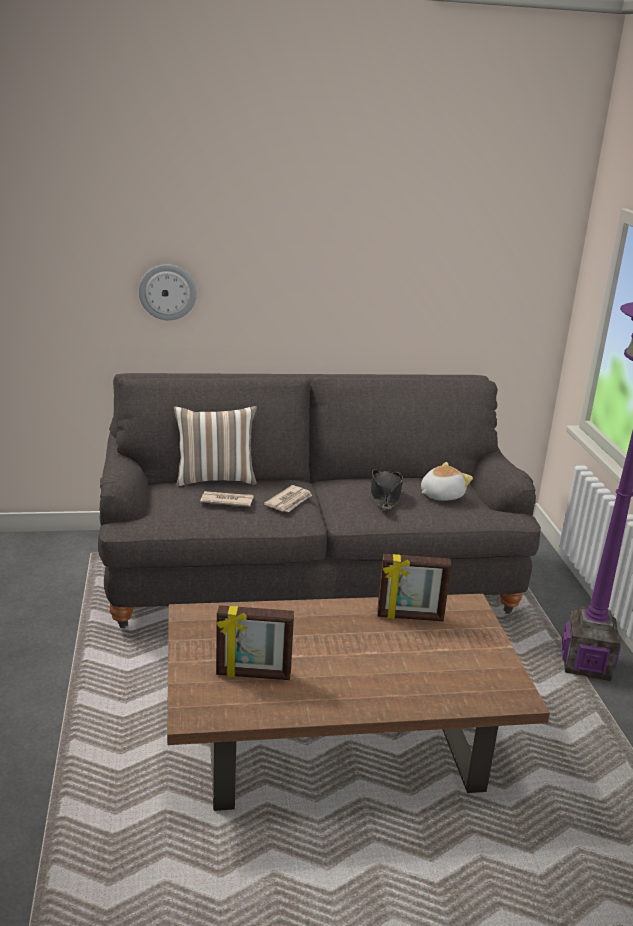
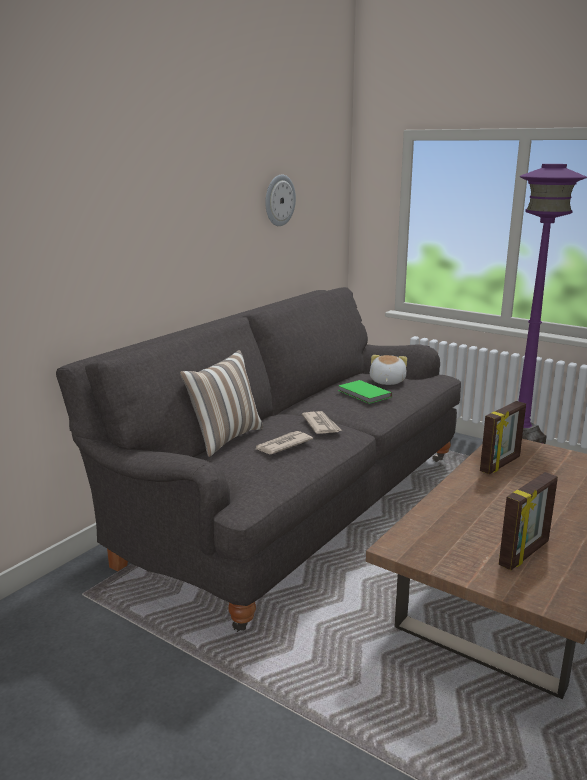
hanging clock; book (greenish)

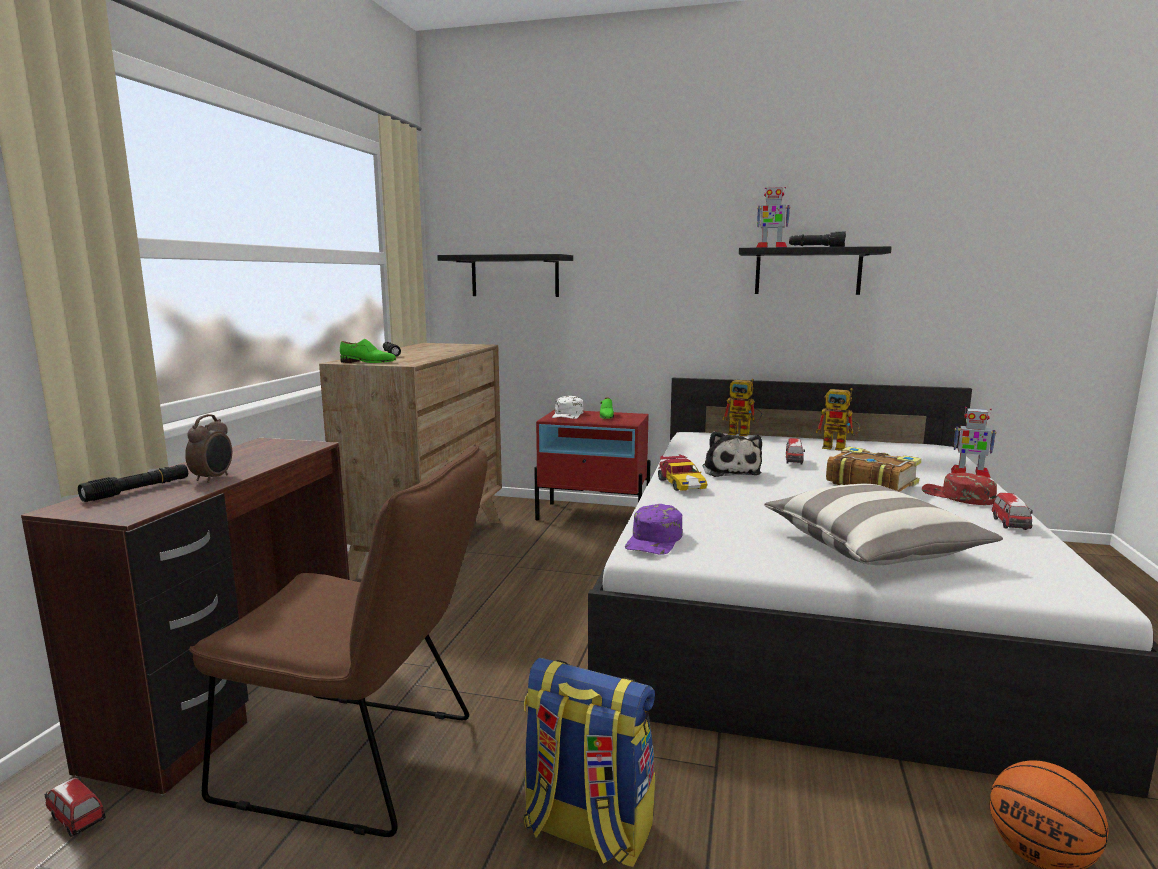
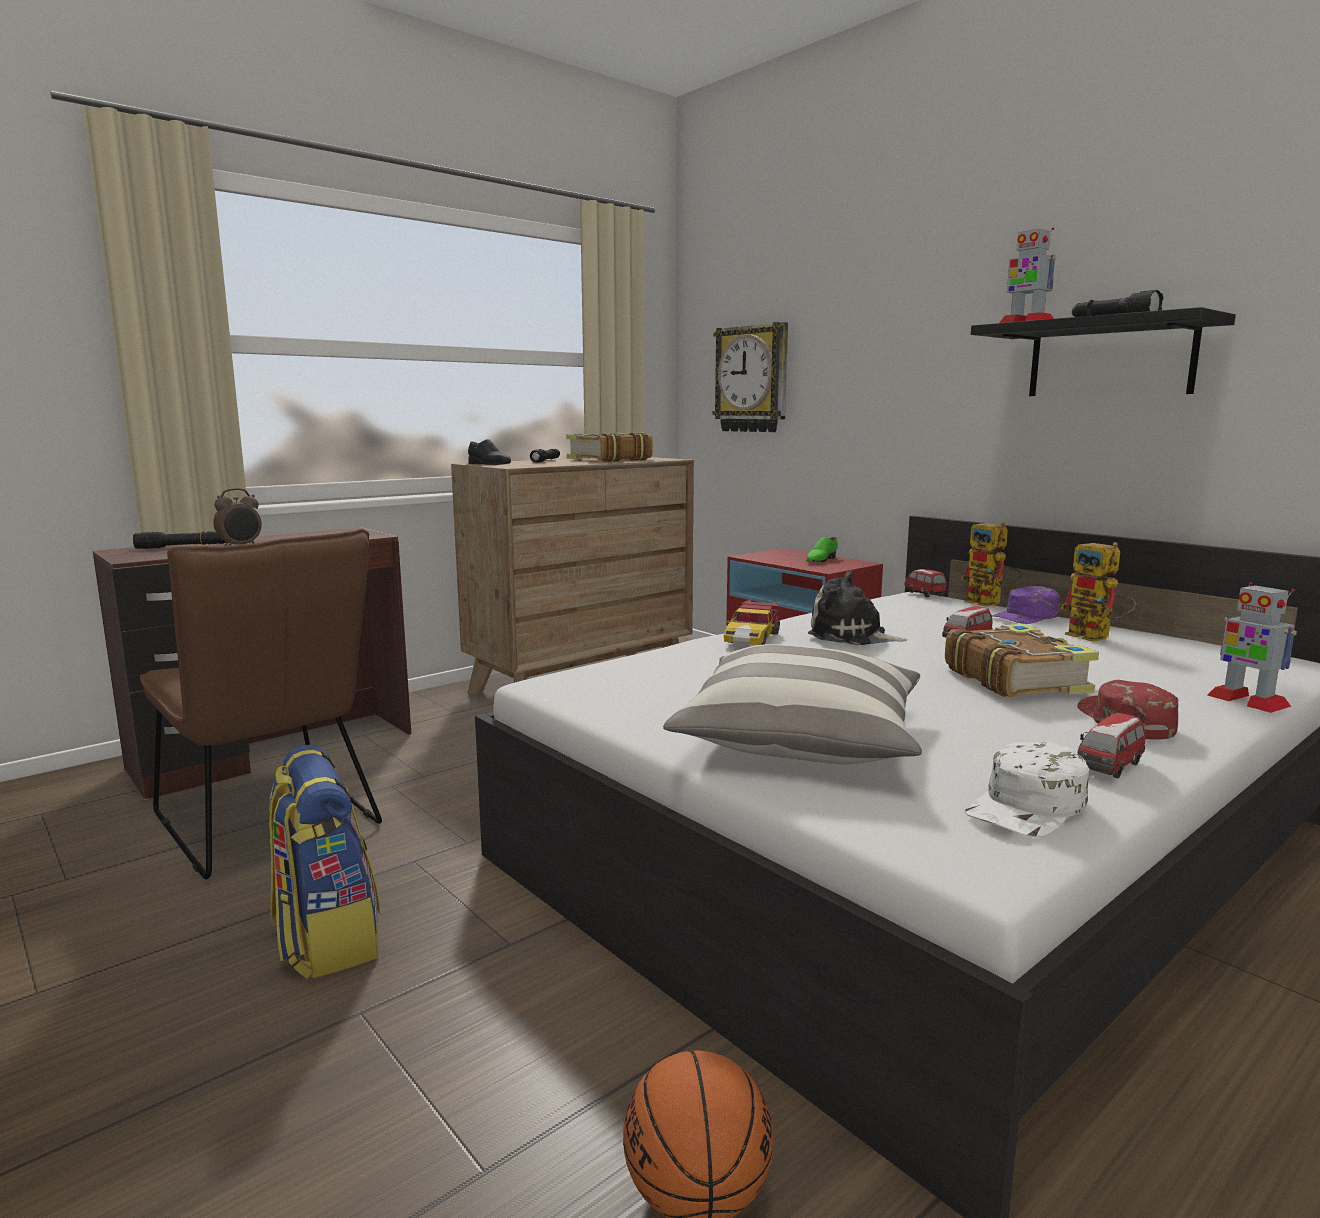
hanging clock; item of footwear (black); baseball cap (whitish); soft toy; baseball cap (purple); miniature car (2nd from left); book (1st from left)

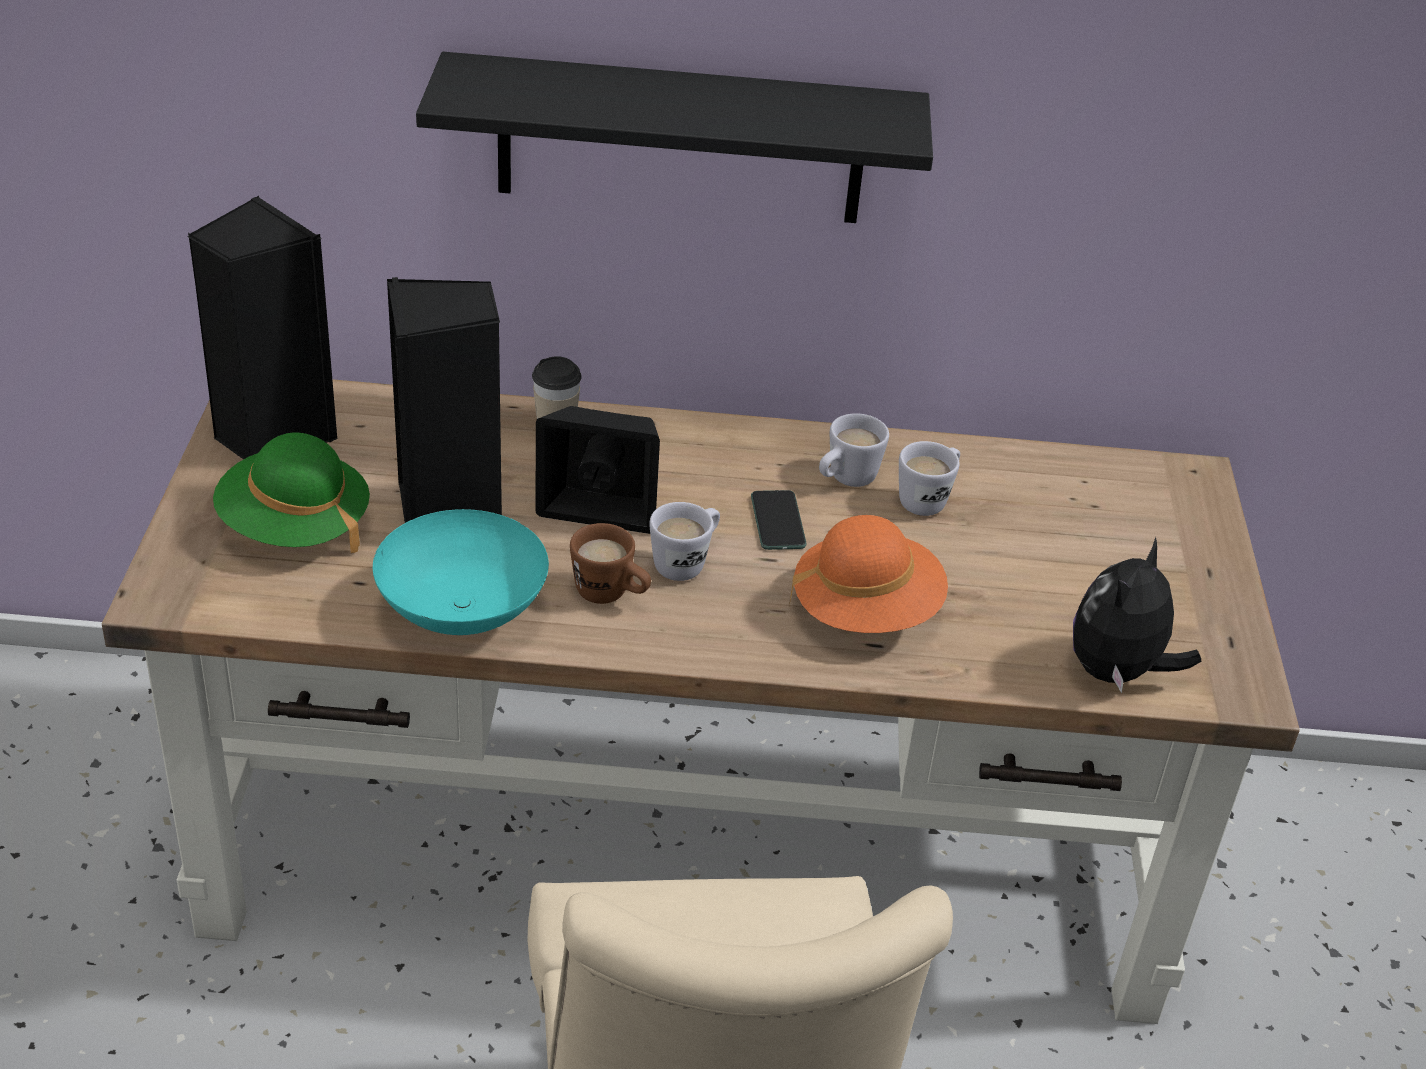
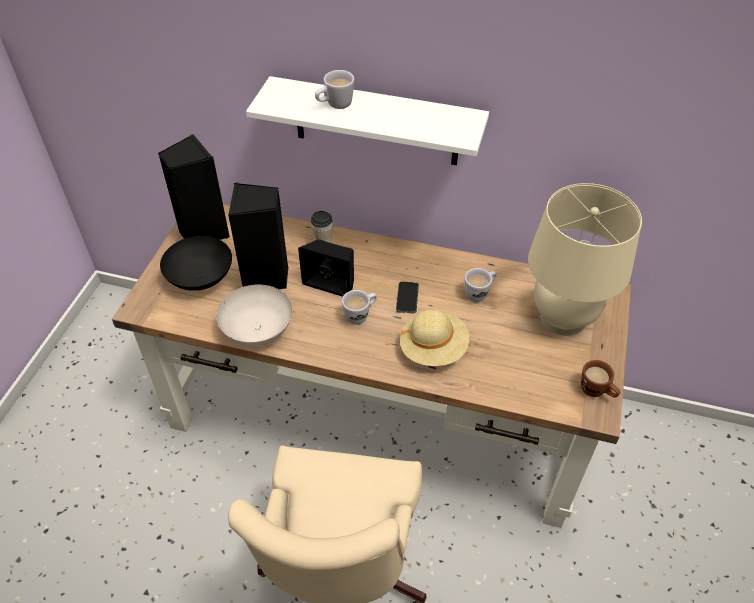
wall shelf (whitish); tea mug (whitish) (1st from left); bowl (black); bowl (whitish); wearable hat (sand-coloured); tea mug (brown); soft toy; lamp for a table (sand-coloured)

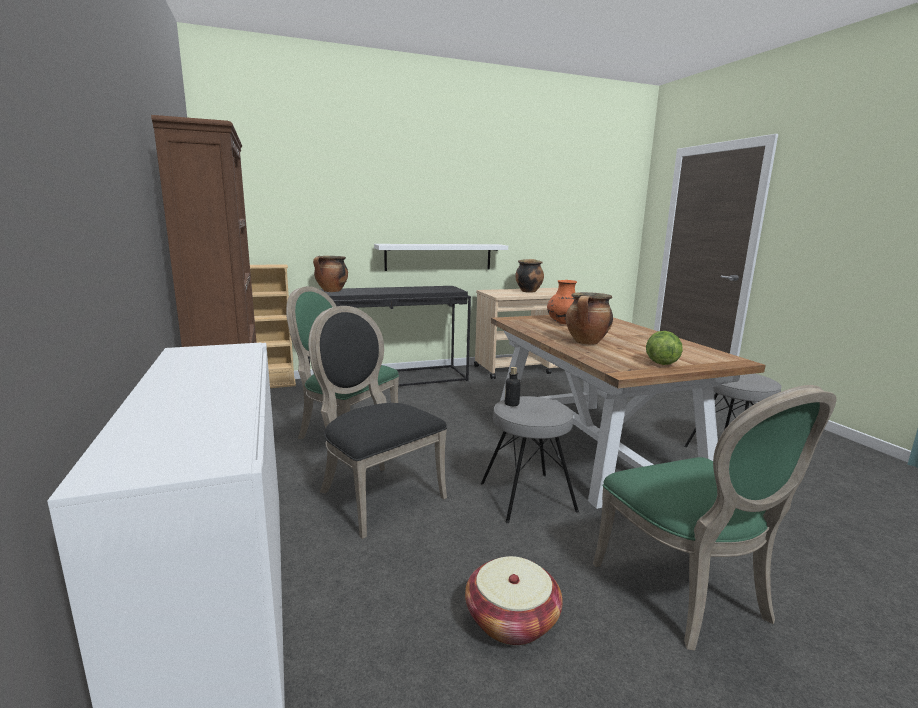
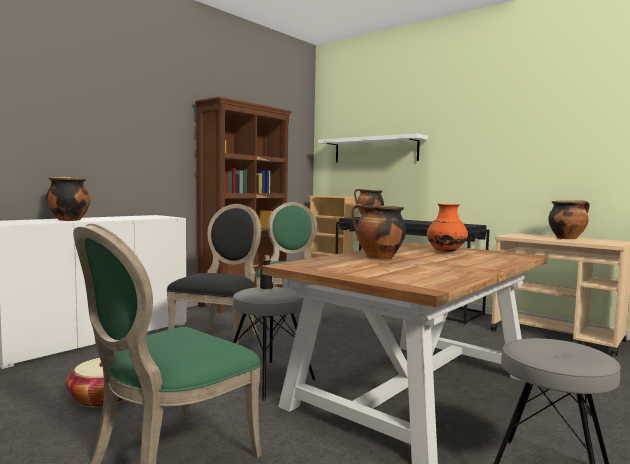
wall shelf (whitish); lettuce head; cooking pot (1st from left)

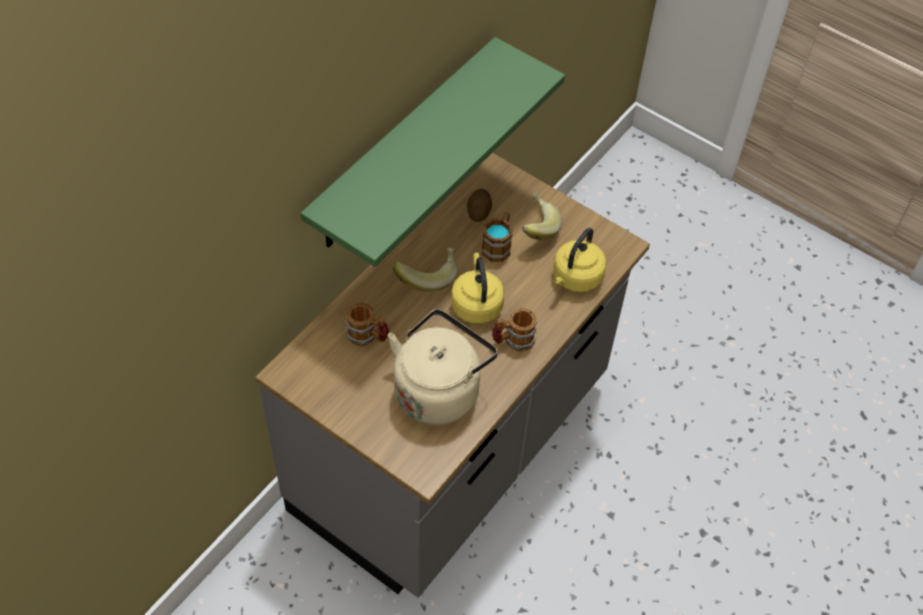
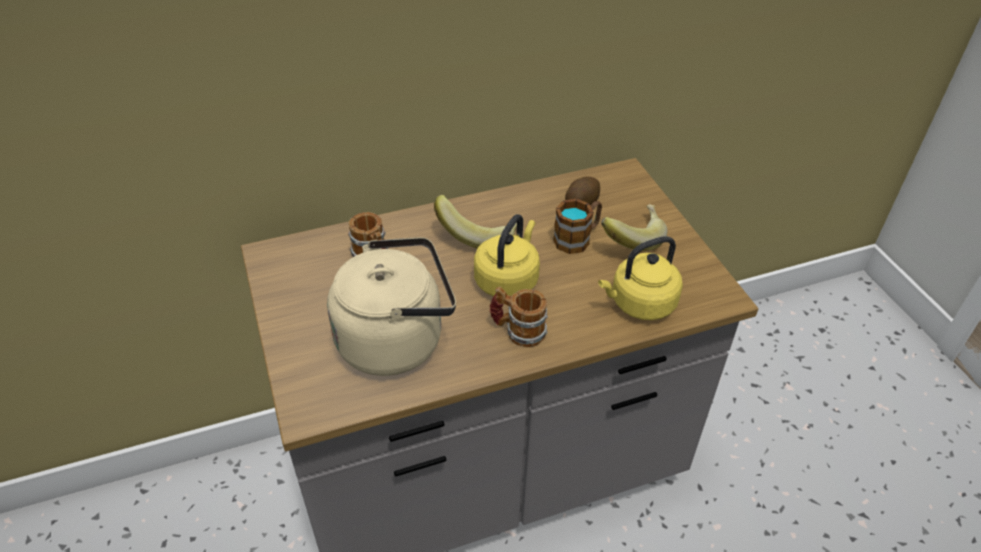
wall shelf (greenish)

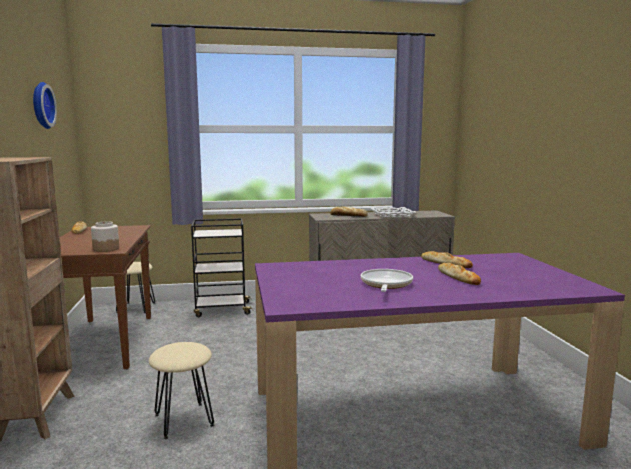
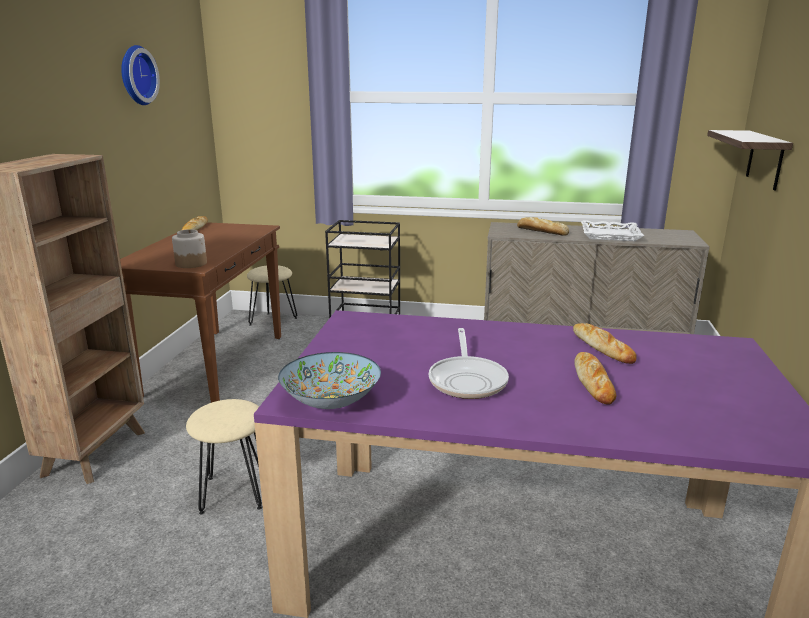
pan; wall shelf; bowl

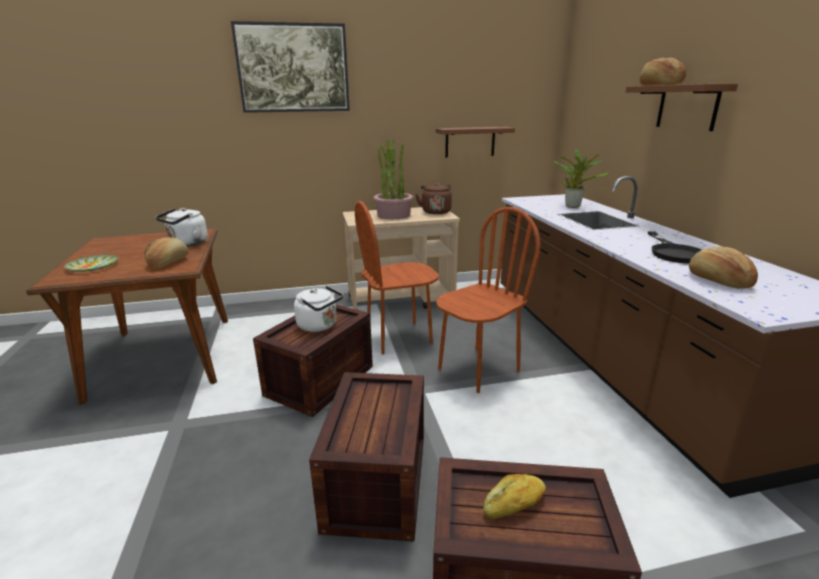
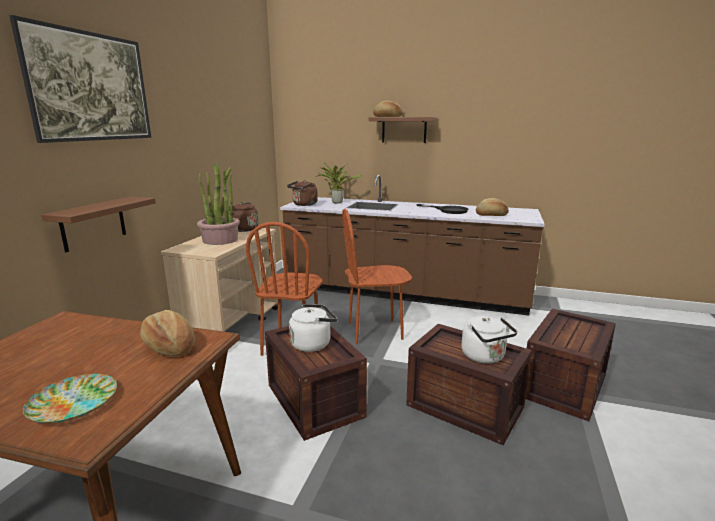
wall shelf (brown) (1st from left); upright chair (brown) (2nd from left); water kettle (whitish) (2nd from left); bread (2nd from left in the first image); water kettle (brown) (2nd from left)

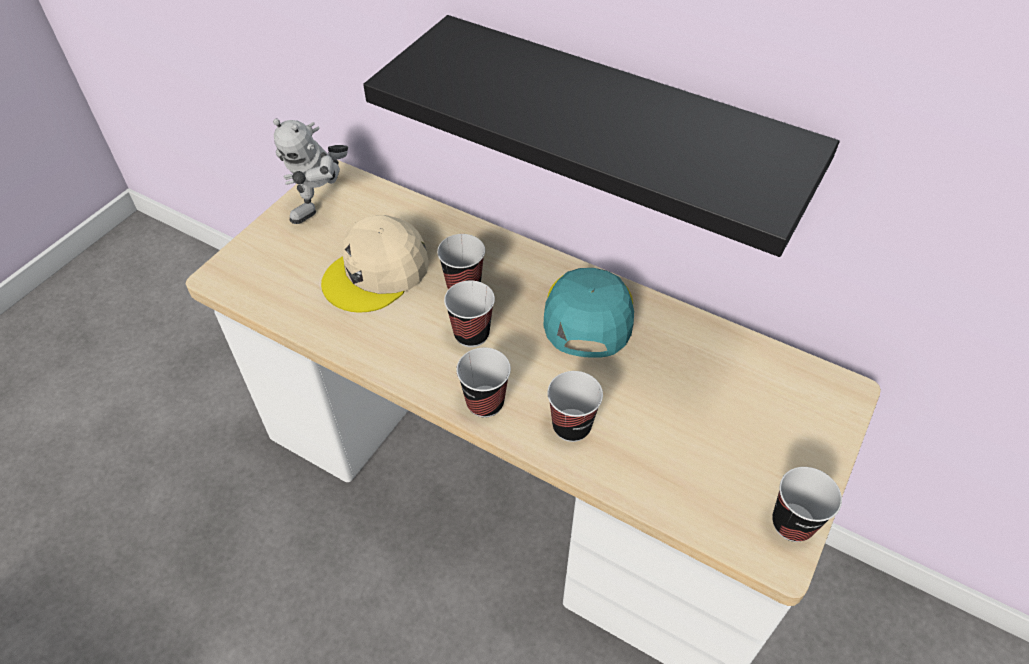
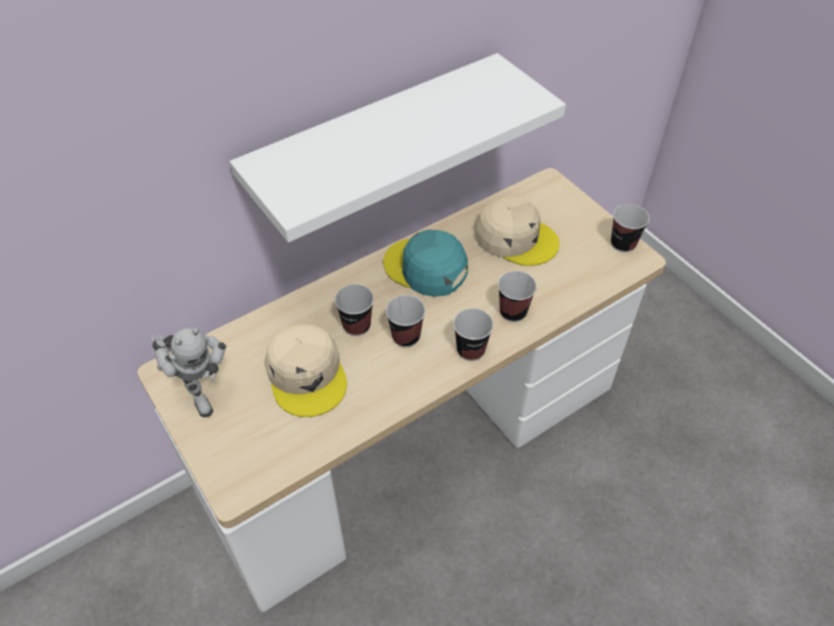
wall shelf (whitish); baseball cap (sand-coloured) (2nd from left)

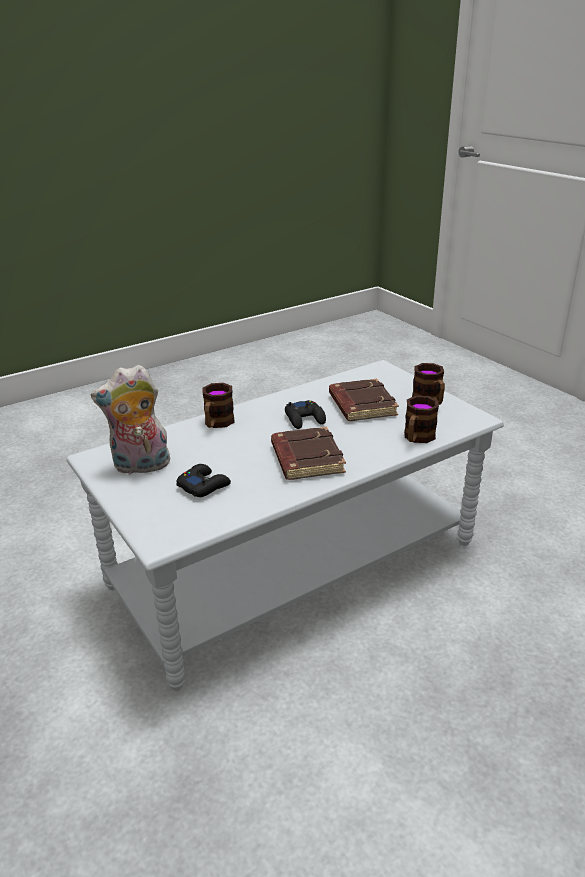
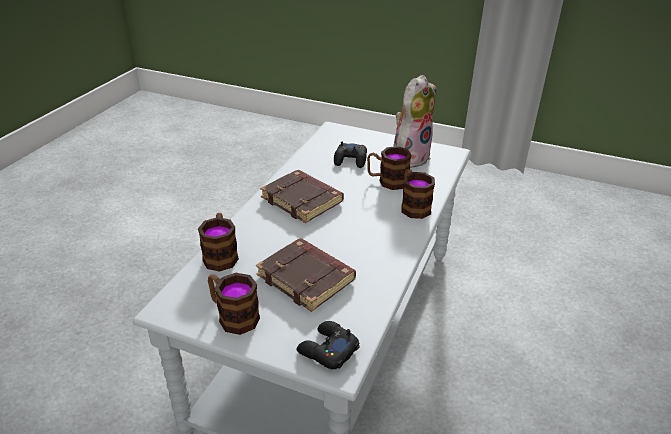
gamepad (black) (1st from left); tea mug (3rd from left)

